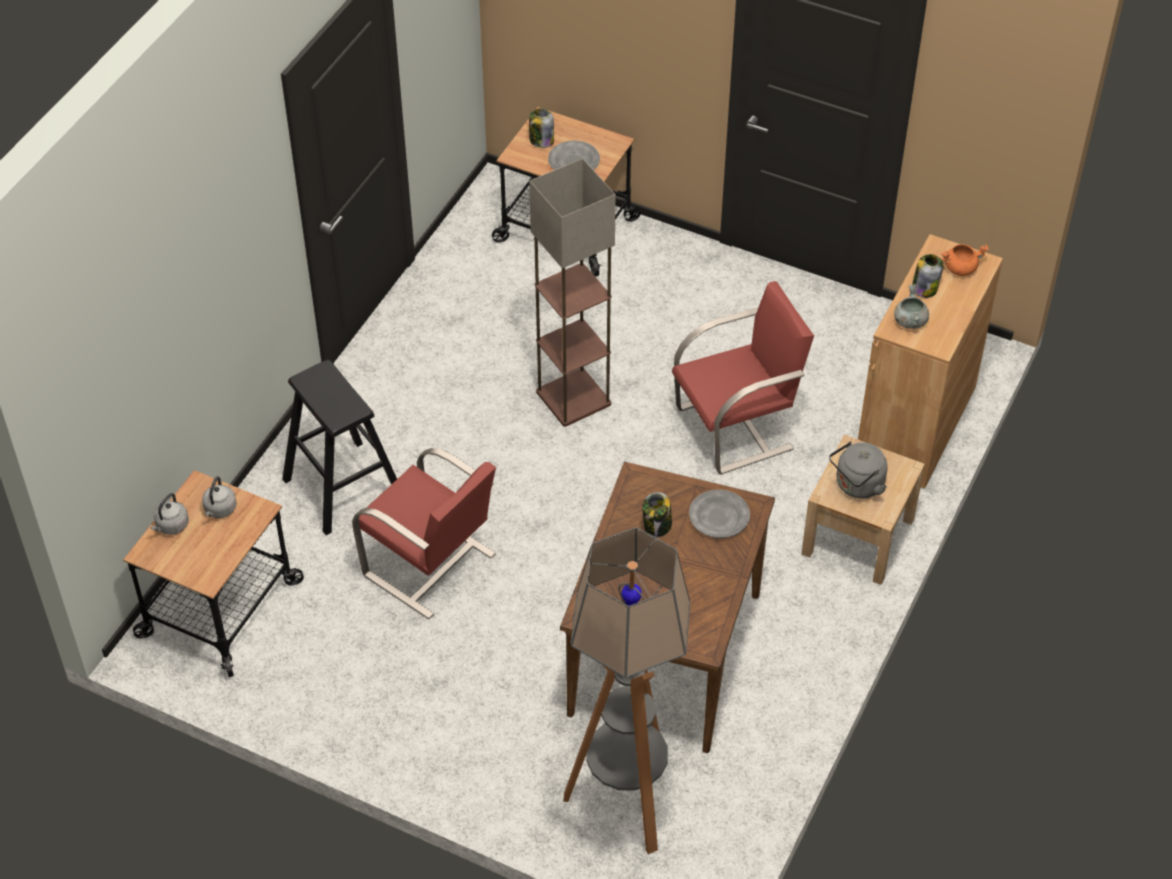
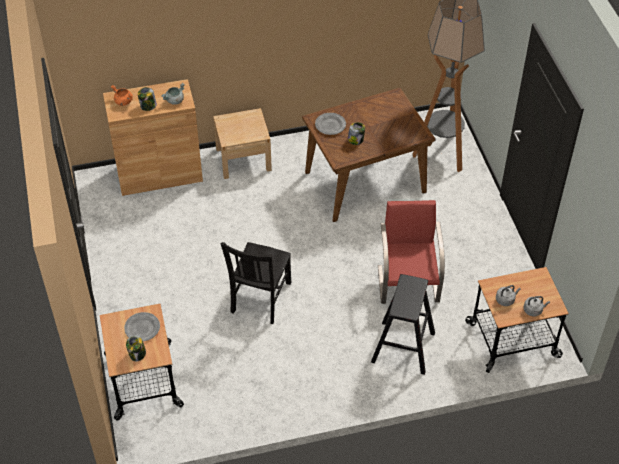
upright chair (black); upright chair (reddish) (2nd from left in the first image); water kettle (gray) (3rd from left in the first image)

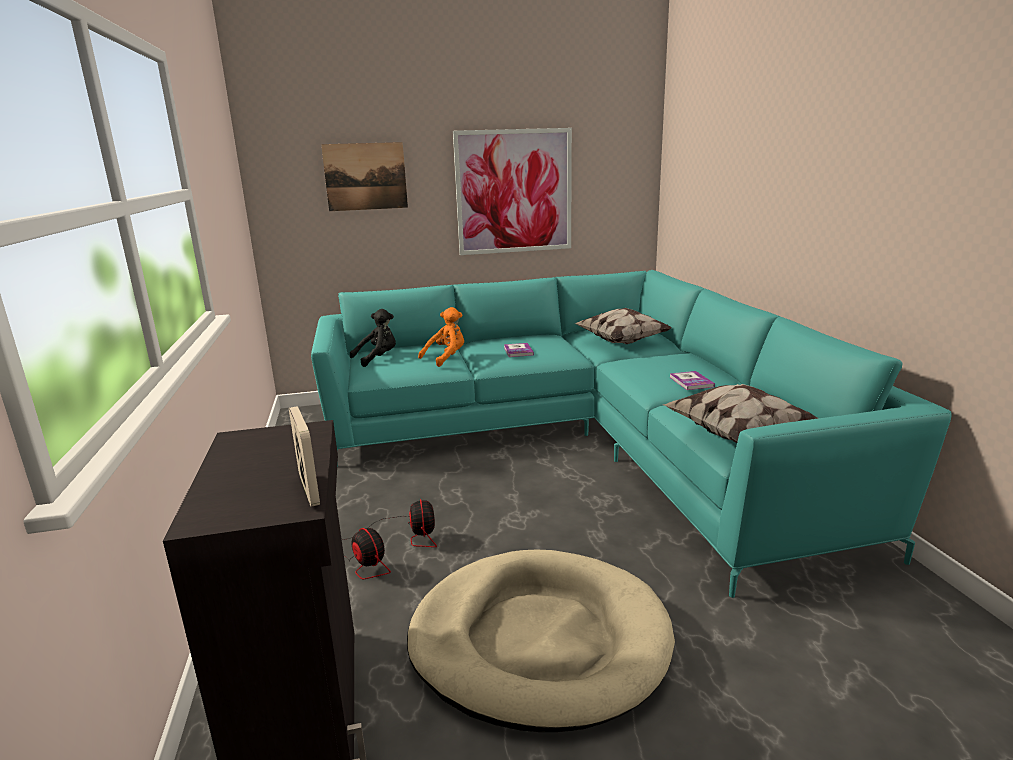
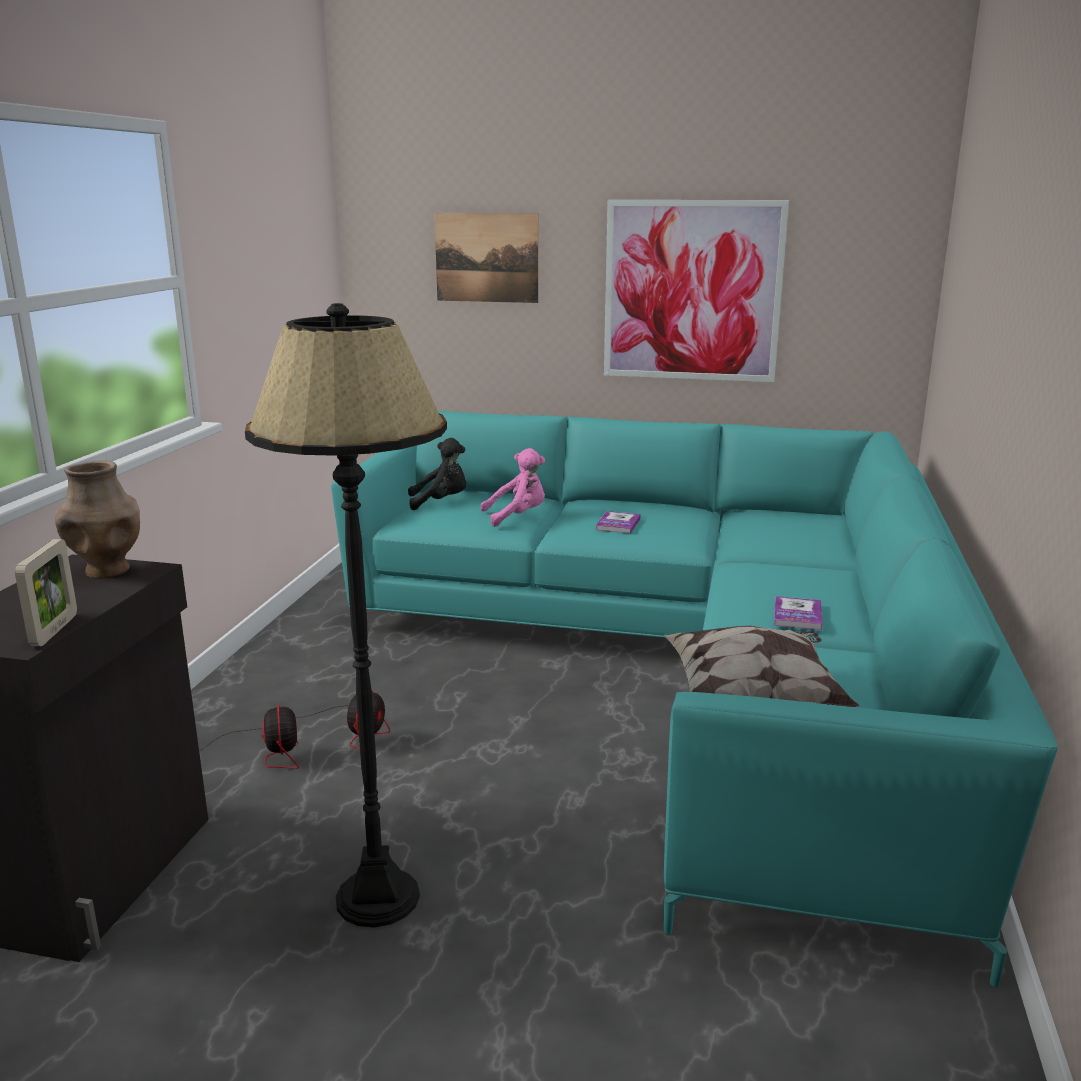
soft toy (pink-coloured); throw pillow (1st from left in the first image); floor lamp (black); decorative vase (brown)

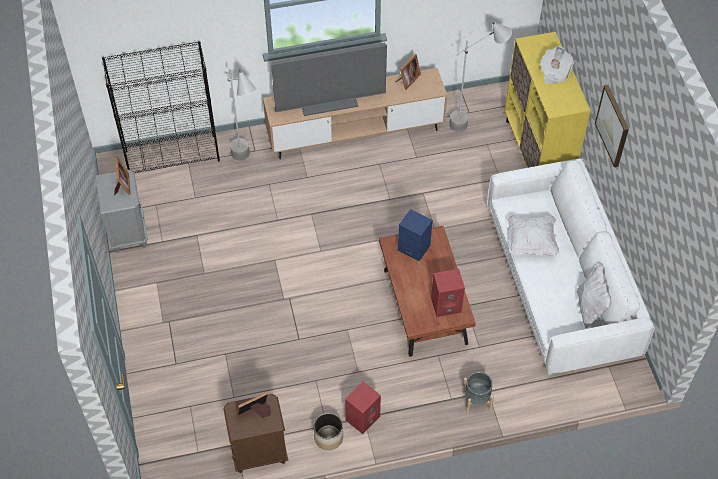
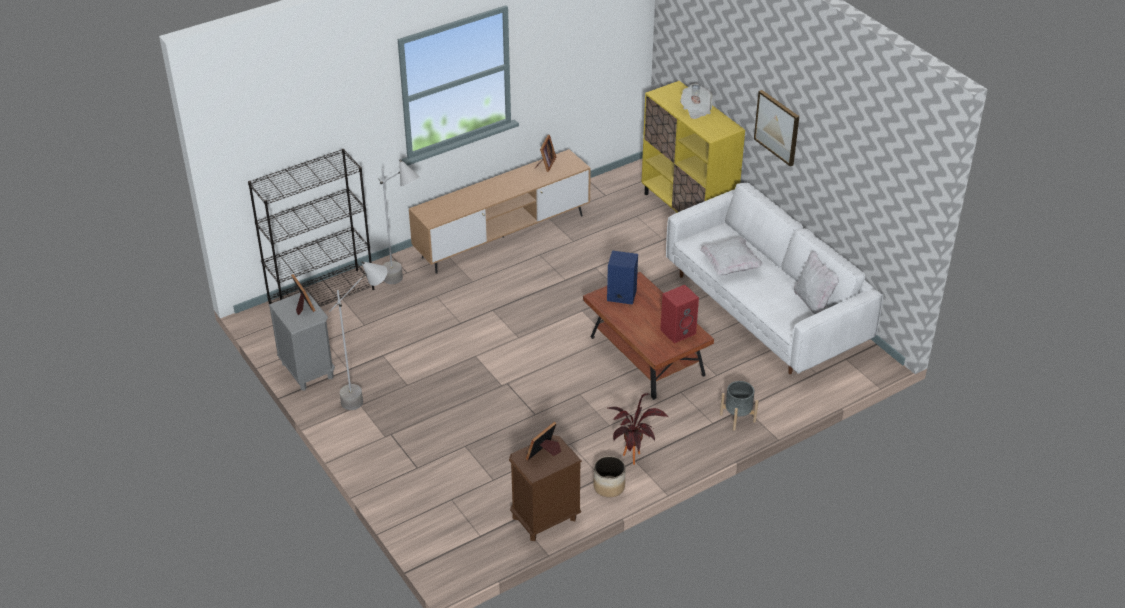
floor lamp (gray) (1st from left); TV set; houseplant

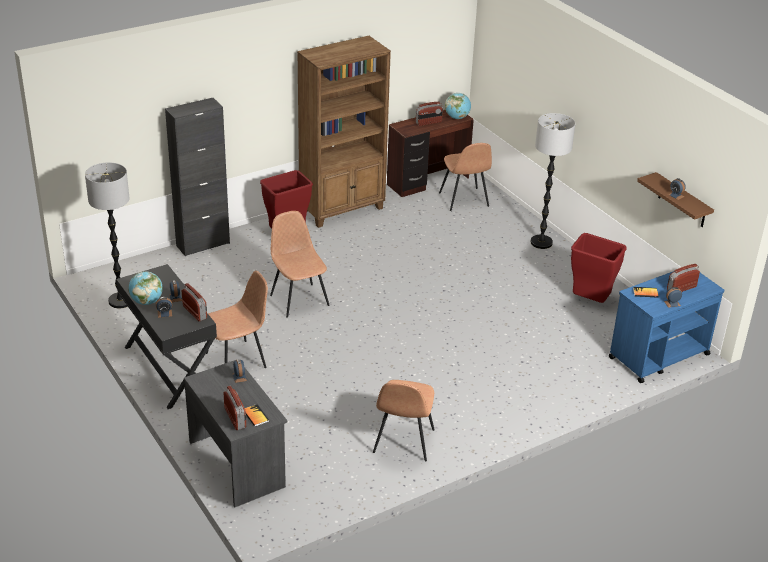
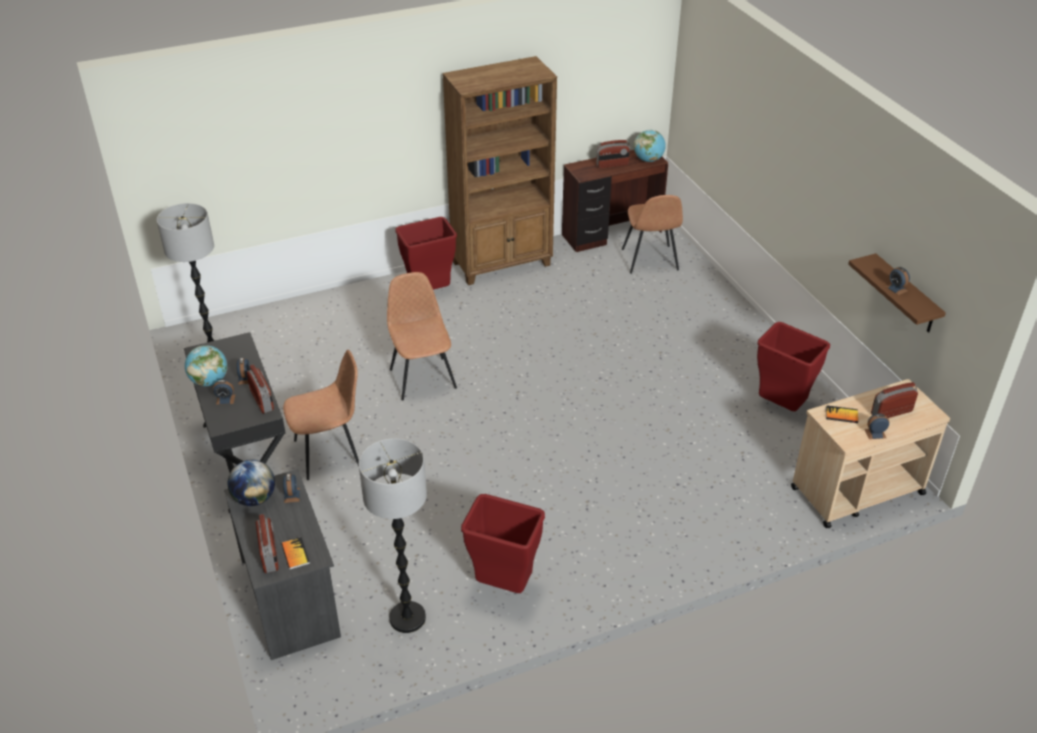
storage cabinet (black); floor lamp (2nd from left); trolley (sand-coloured); rubbish bin (reddish) (2nd from left); globe (2nd from left)

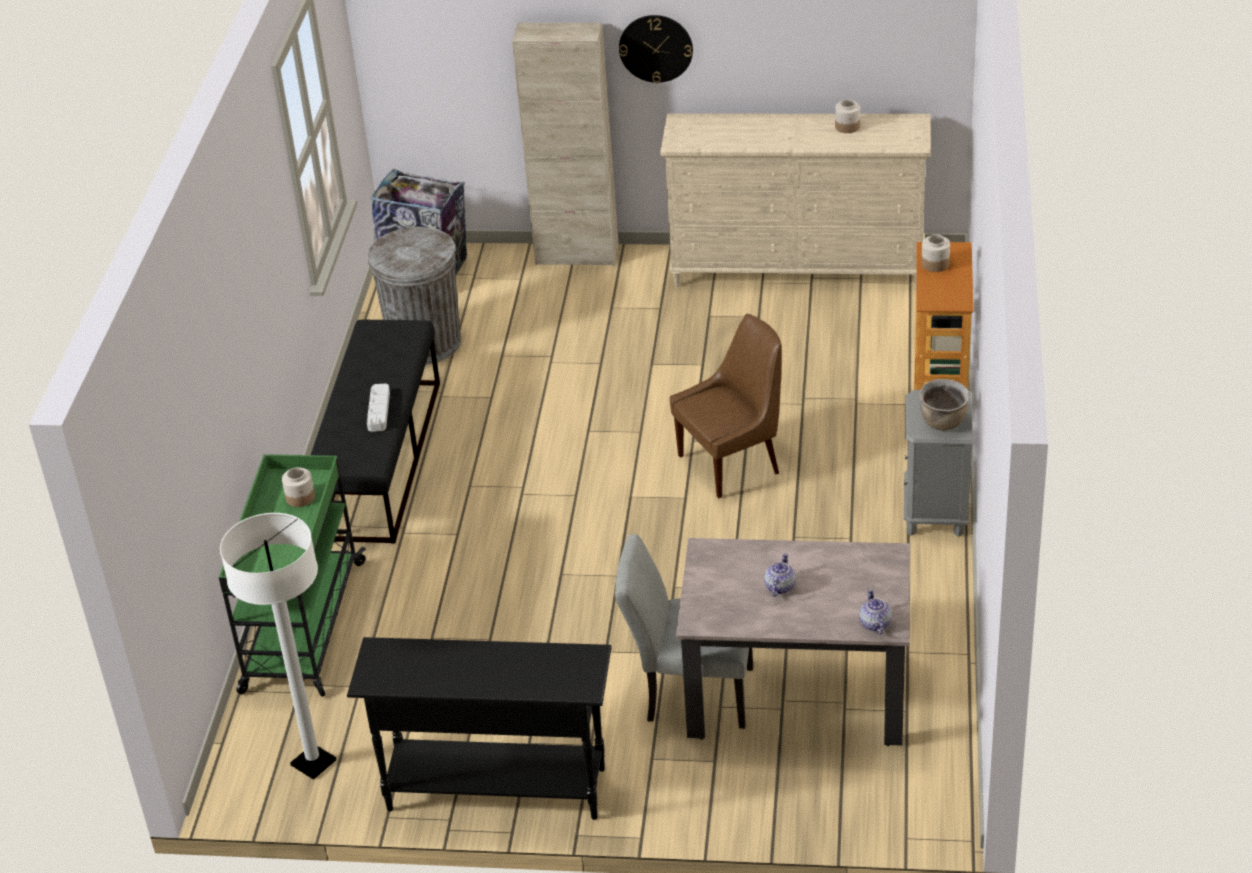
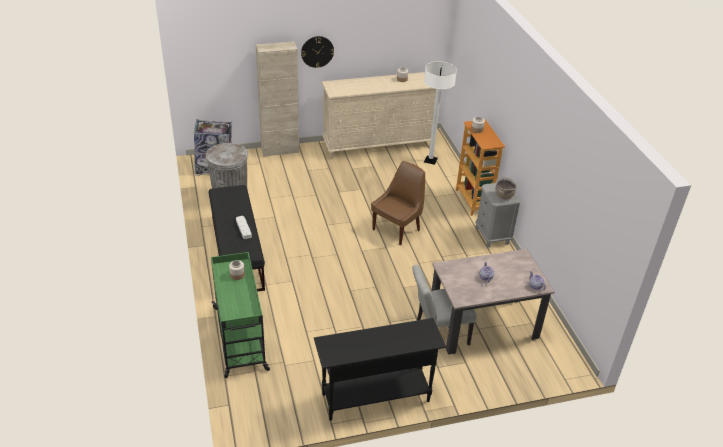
floor lamp (whitish)

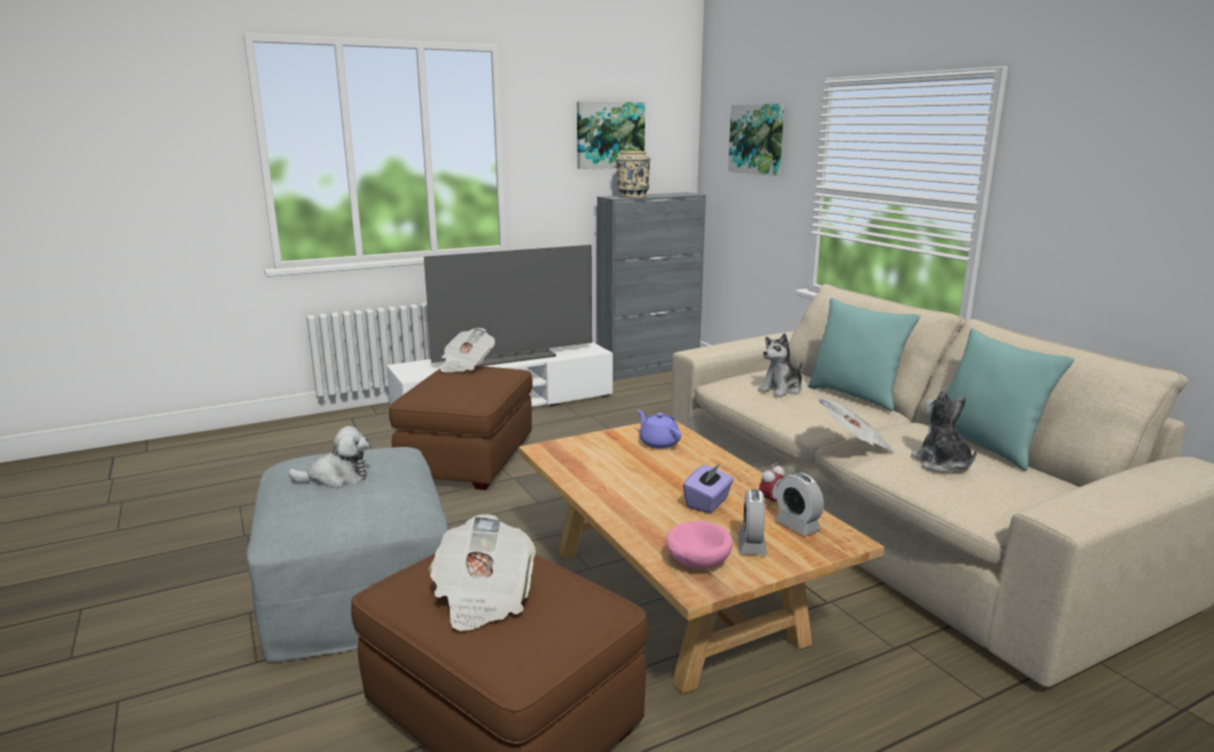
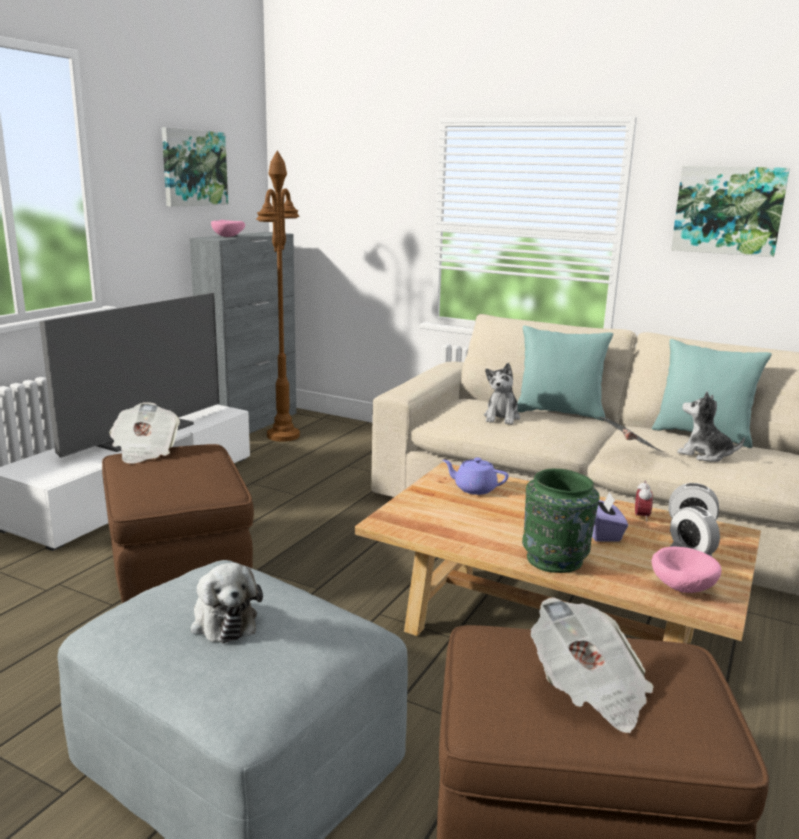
wall picture (2nd from left); bowl (pink-coloured) (1st from left); soft toy (1st from left); floor lamp (brown); decorative vase (greenish)

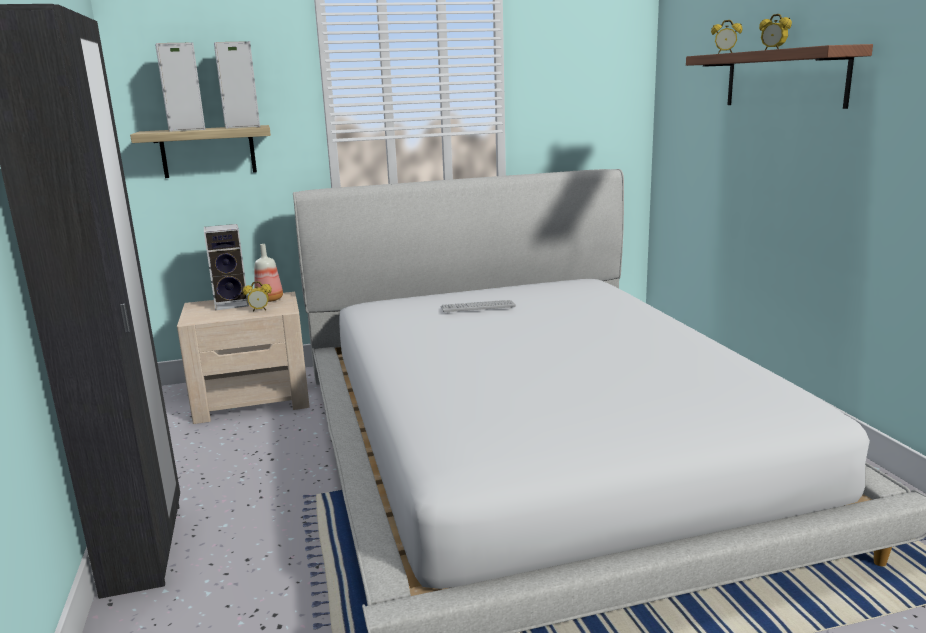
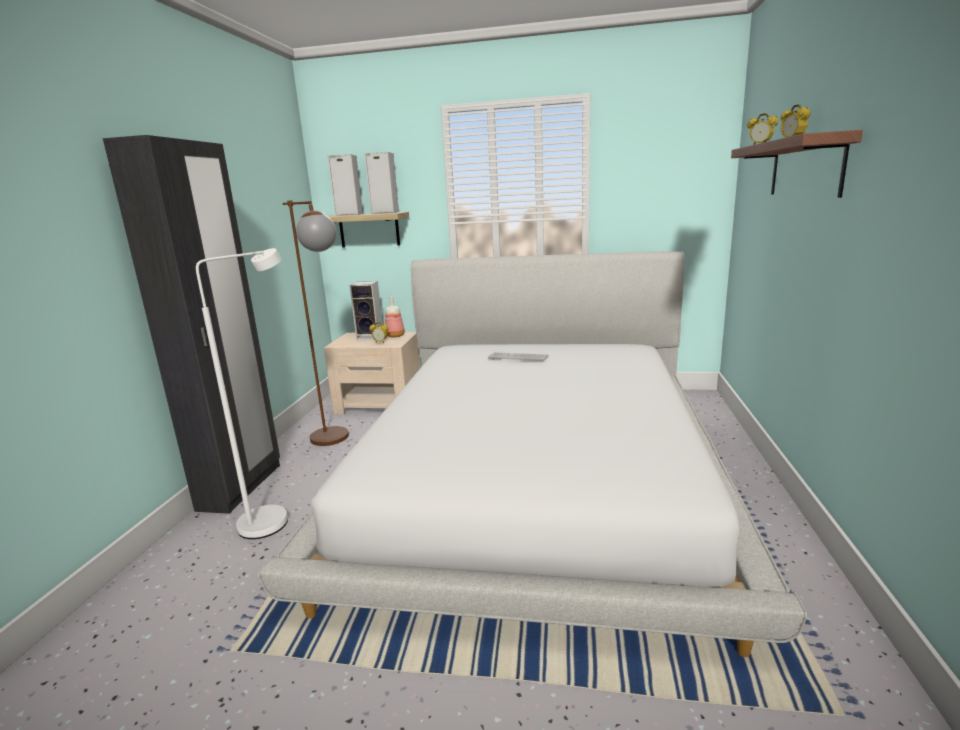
floor lamp (brown); floor lamp (whitish)

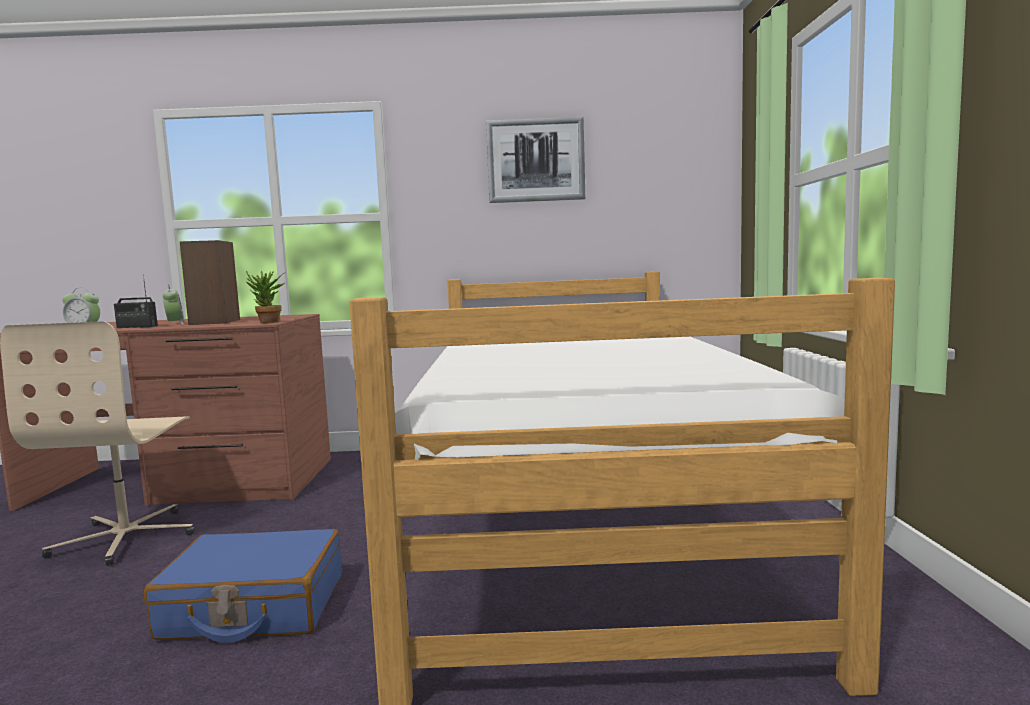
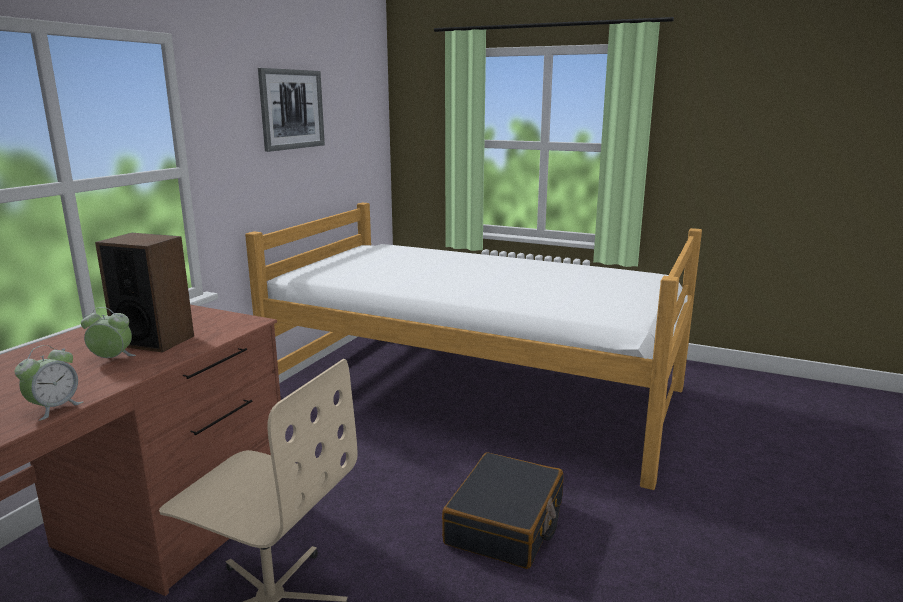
houseplant; radio; suitcase (black)

